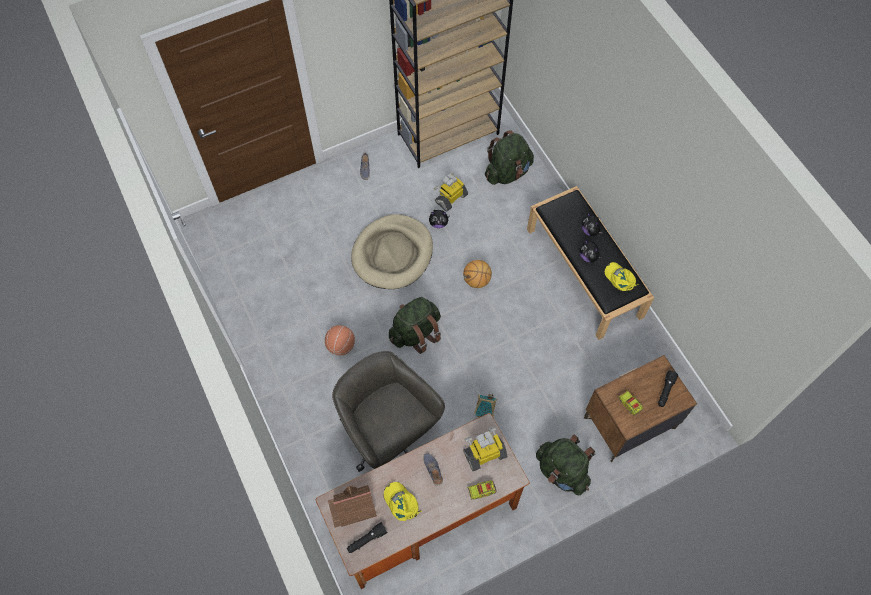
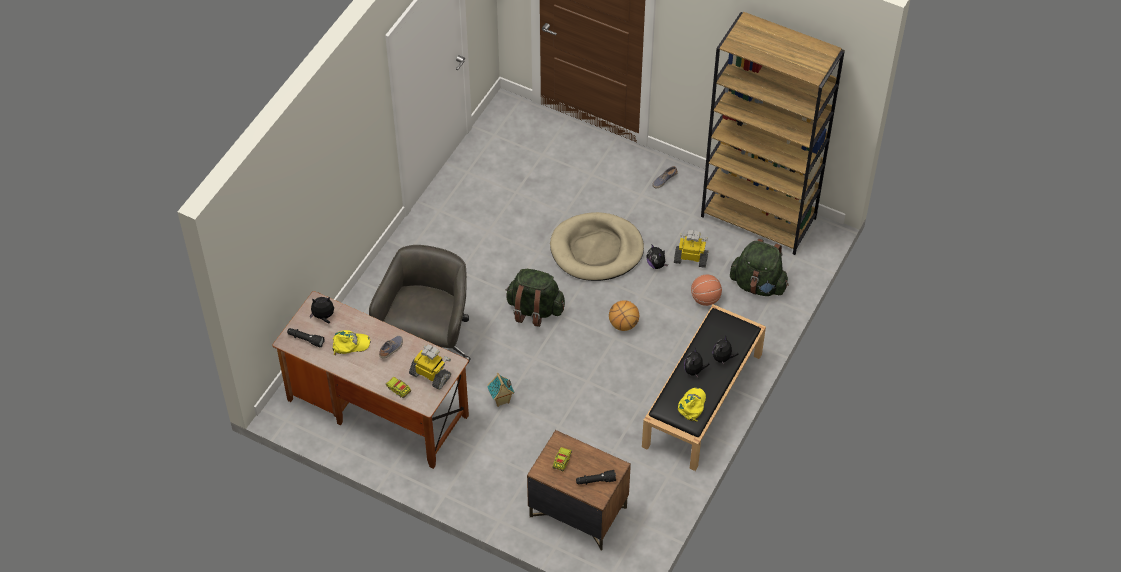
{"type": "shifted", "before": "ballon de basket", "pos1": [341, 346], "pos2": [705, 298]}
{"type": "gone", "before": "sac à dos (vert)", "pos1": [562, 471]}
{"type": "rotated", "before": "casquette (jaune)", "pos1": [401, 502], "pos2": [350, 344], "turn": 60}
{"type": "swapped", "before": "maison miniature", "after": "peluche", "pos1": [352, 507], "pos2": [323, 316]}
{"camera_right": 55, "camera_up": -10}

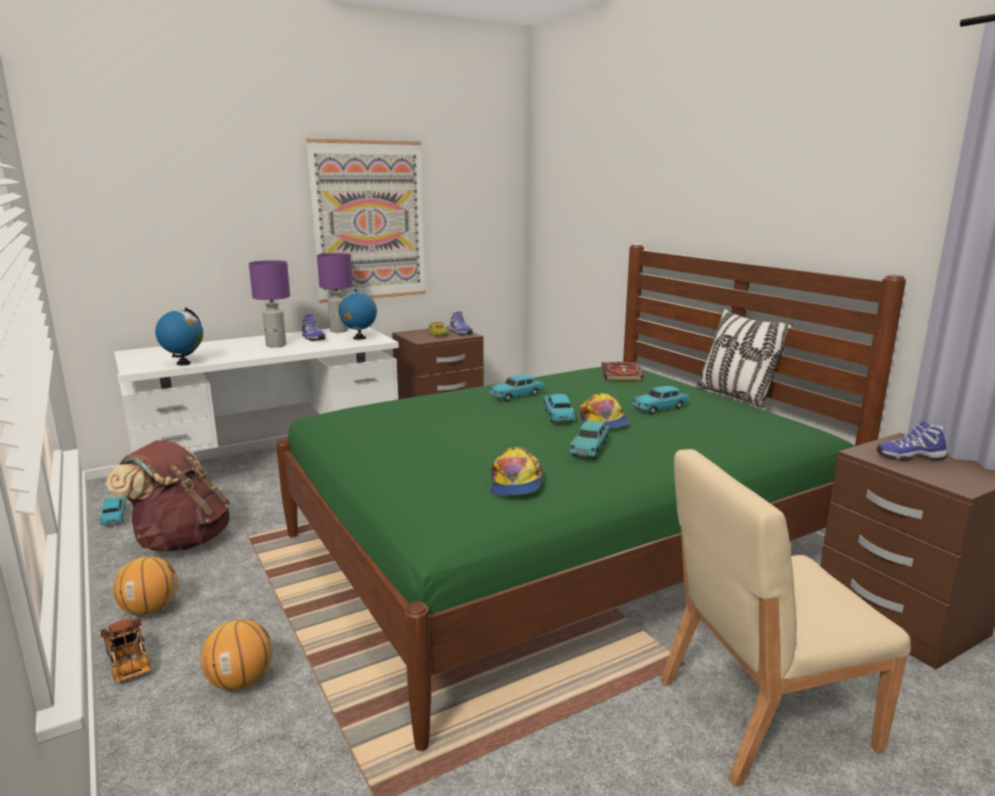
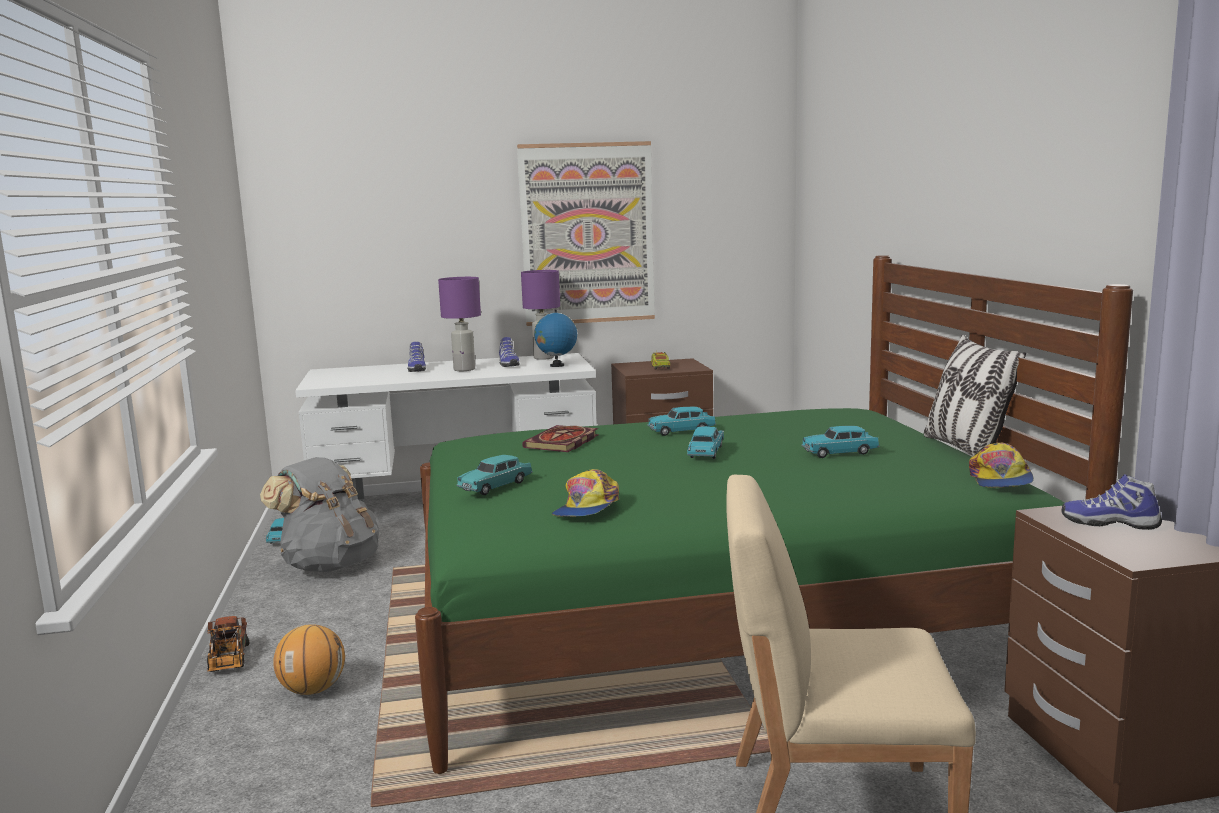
{"type": "gone", "before": "globe", "pos1": [183, 363]}
{"type": "shifted", "before": "chaussure", "pos1": [460, 333], "pos2": [416, 369]}
{"type": "shifted", "before": "livre", "pos1": [622, 374], "pos2": [562, 443]}
{"type": "shifted", "before": "casquette", "pos1": [603, 421], "pos2": [1000, 479]}
{"type": "shifted", "before": "petite voiture (turquoise)", "pos1": [590, 449], "pos2": [495, 486]}
{"type": "repainted", "before": "sac à dos (marron)", "after": "sac à dos (gris)", "pos1": [181, 541], "pos2": [330, 565]}
{"type": "gone", "before": "ballon de basket", "pos1": [150, 610]}
{"camera_right": 20, "camera_up": -5}

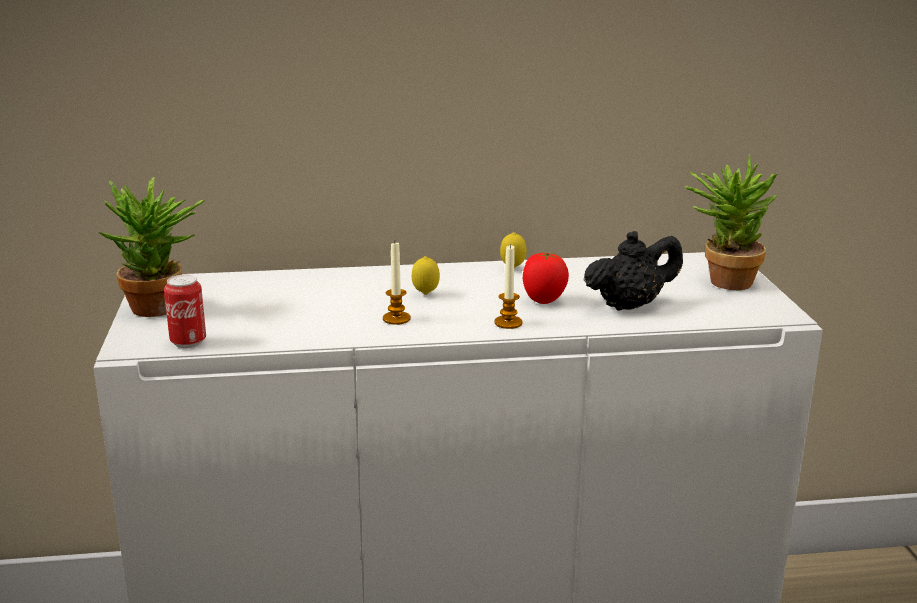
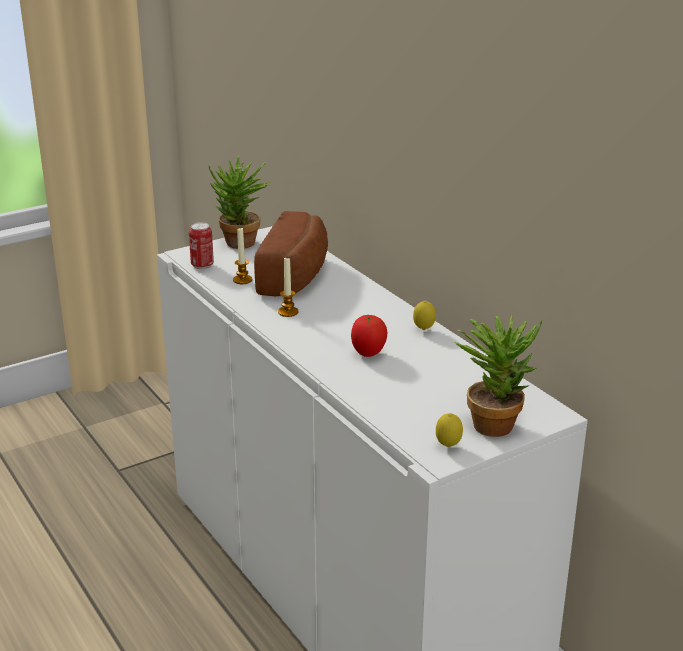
{"type": "gone", "before": "théière (noir)", "pos1": [630, 305]}
{"type": "shifted", "before": "bougie", "pos1": [508, 323], "pos2": [242, 280]}
{"type": "shifted", "before": "citron", "pos1": [425, 294], "pos2": [448, 446]}
{"type": "new", "after": "pain", "pos2": [297, 275]}
{"camera_right": 65, "camera_up": 5}

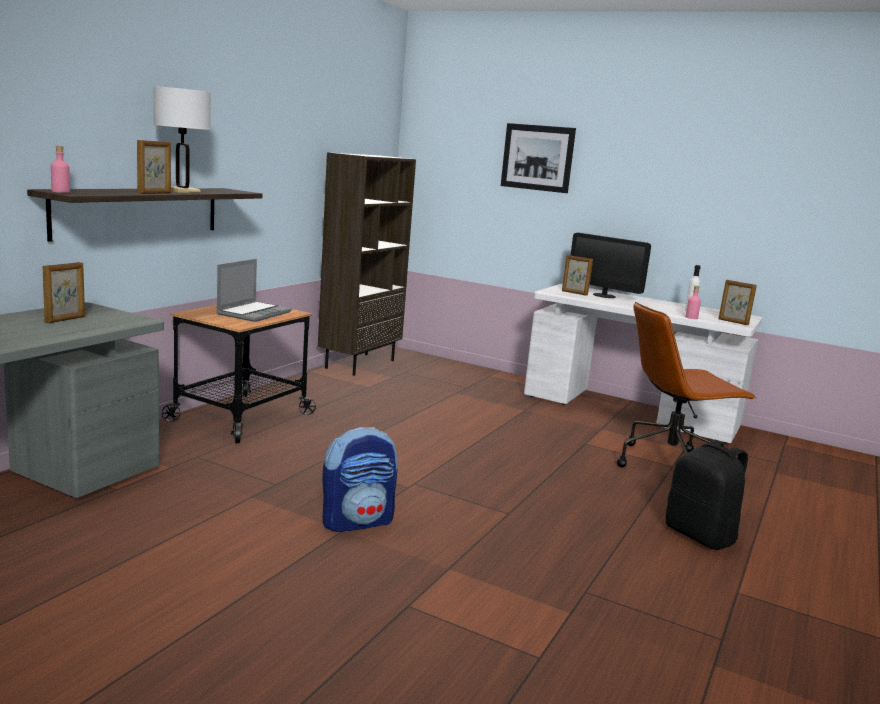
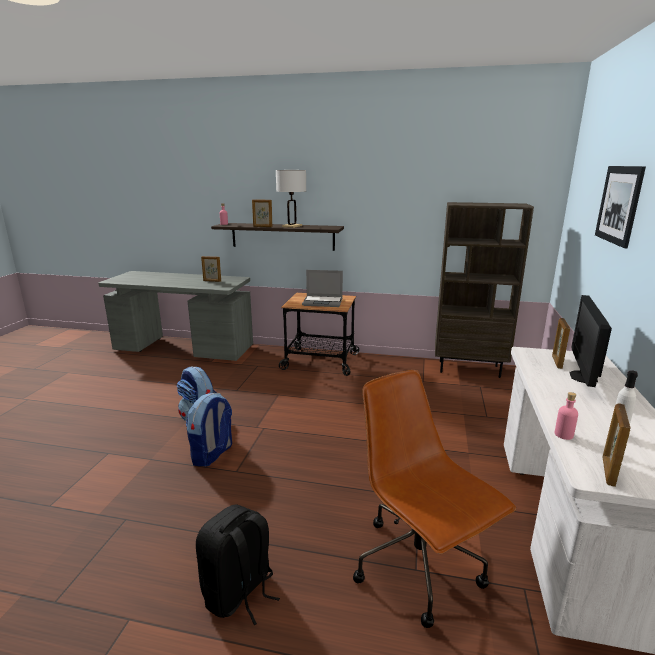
{"type": "new", "after": "sac à dos", "pos2": [212, 454]}
{"camera_right": 75, "camera_up": 5}

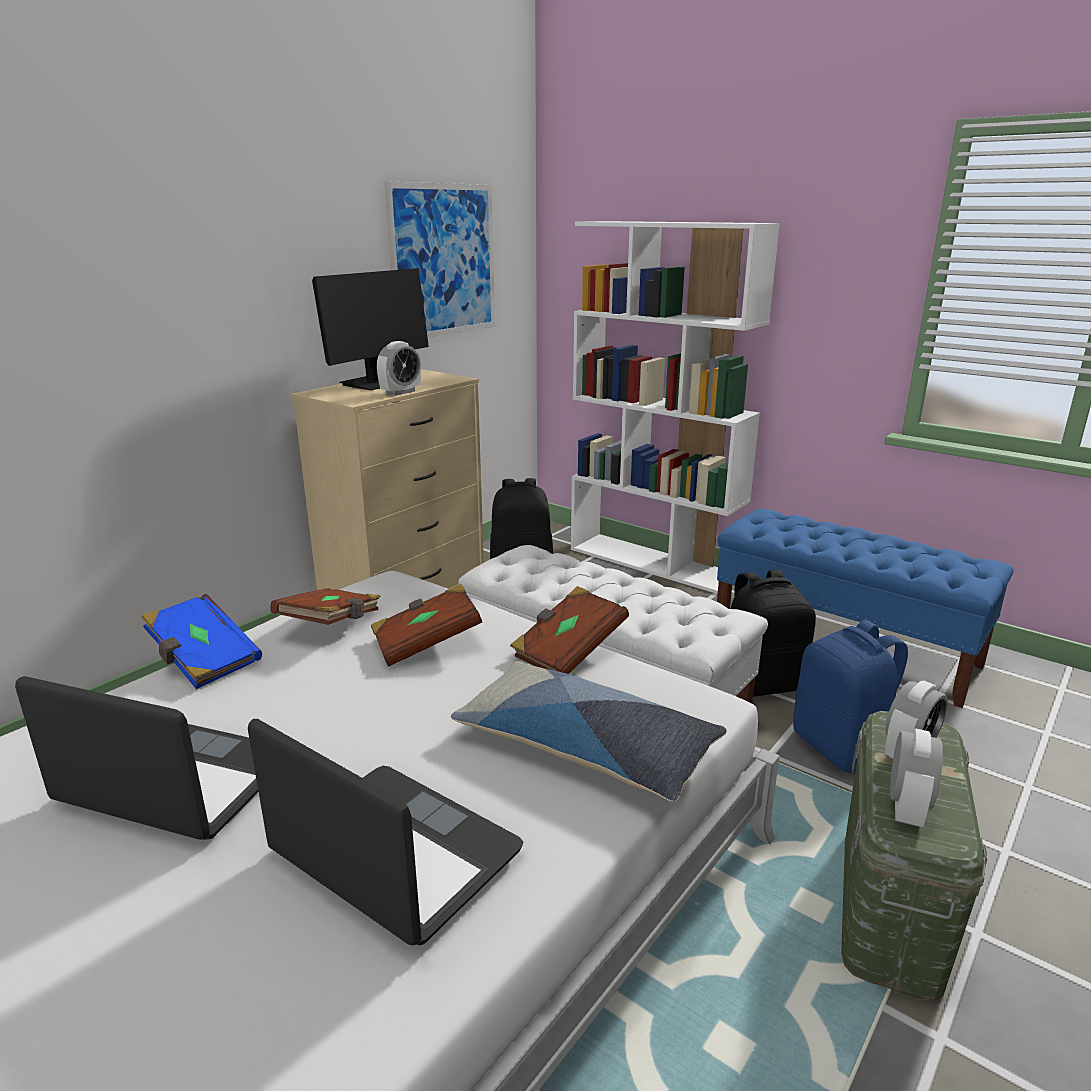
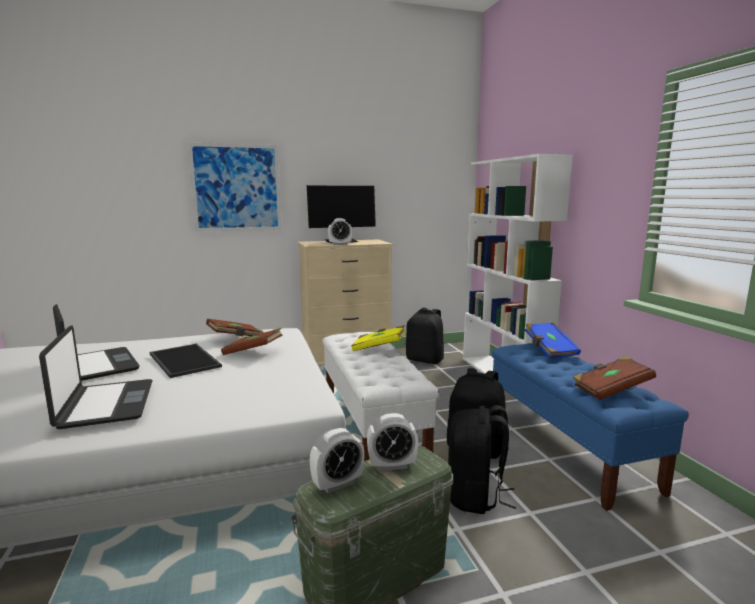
{"type": "shifted", "before": "tableau", "pos1": [444, 261], "pos2": [236, 188]}
{"type": "shifted", "before": "livre (marron)", "pos1": [568, 651], "pos2": [610, 390]}
{"type": "shifted", "before": "livre (bleu)", "pos1": [203, 659], "pos2": [549, 350]}
{"type": "repainted", "before": "sac à dos (bleu)", "after": "sac à dos (noir)", "pos1": [842, 749], "pos2": [475, 496]}
{"type": "gone", "before": "coussin", "pos1": [585, 747]}
{"type": "new", "after": "livre (jaune)", "pos2": [379, 348]}
{"type": "new", "after": "plateau", "pos2": [182, 360]}
{"camera_right": 35, "camera_up": -10}

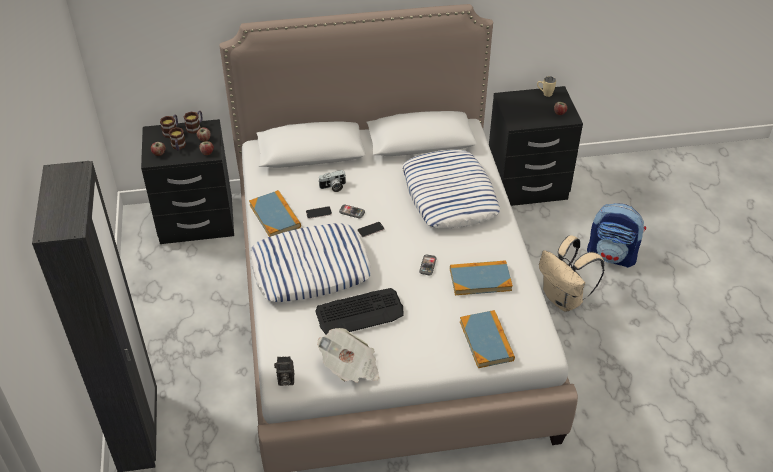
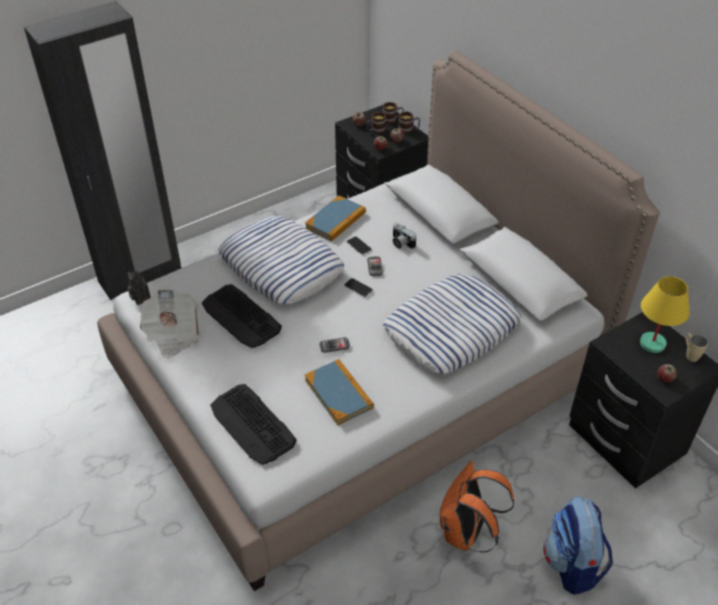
{"type": "repainted", "before": "sac à dos (beige)", "after": "sac à dos (orange)", "pos1": [564, 299], "pos2": [466, 533]}
{"type": "swapped", "before": "livre", "after": "clavier", "pos1": [486, 341], "pos2": [252, 424]}
{"type": "new", "after": "lampe de table (jaune)", "pos2": [652, 344]}
{"camera_right": 65, "camera_up": 0}

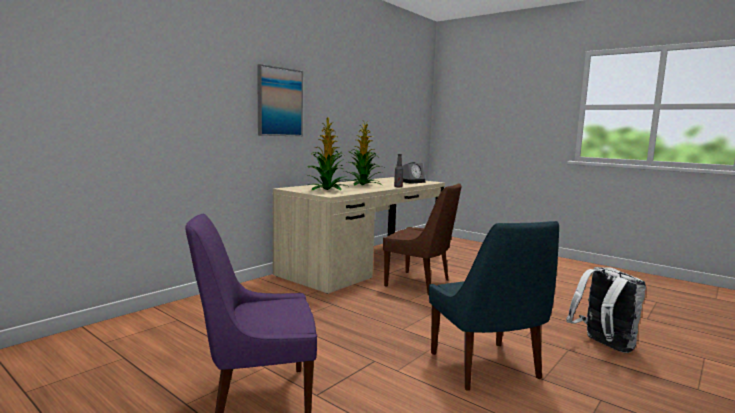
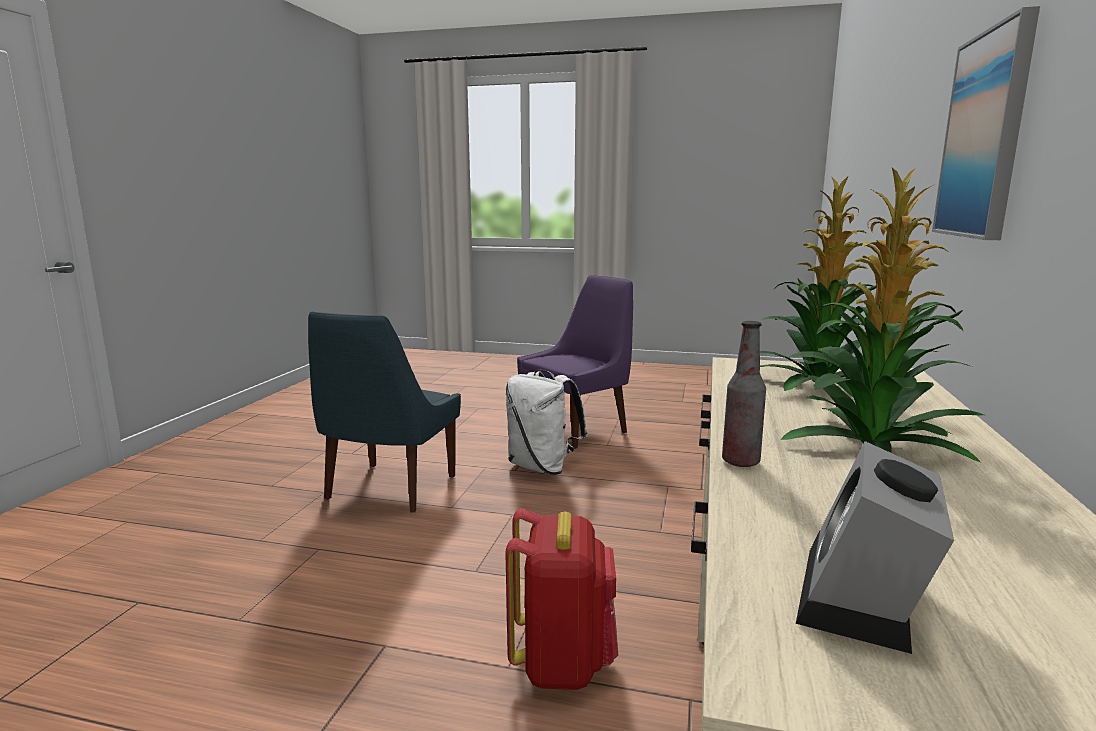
{"type": "swapped", "before": "chaise (marron)", "after": "sac à dos (rouge)", "pos1": [420, 283], "pos2": [562, 663]}
{"type": "rotated", "before": "chaise (bleu)", "pos1": [486, 368], "pos2": [388, 489], "turn": -120}
{"type": "shifted", "before": "sac à dos (blanc)", "pos1": [603, 346], "pos2": [542, 467]}
{"camera_right": 155, "camera_up": 5}

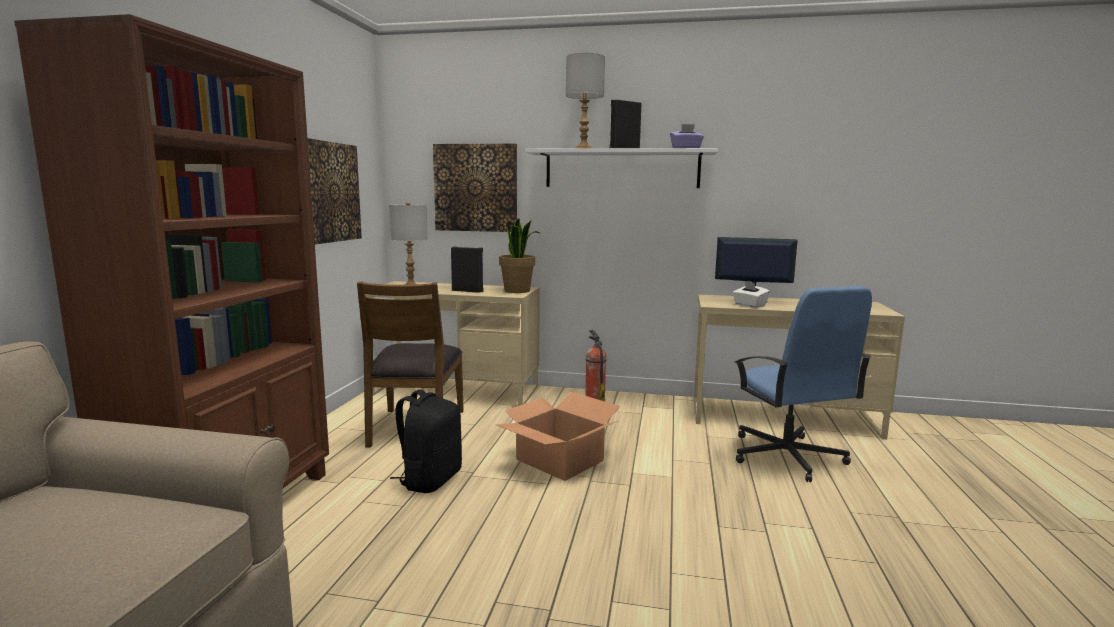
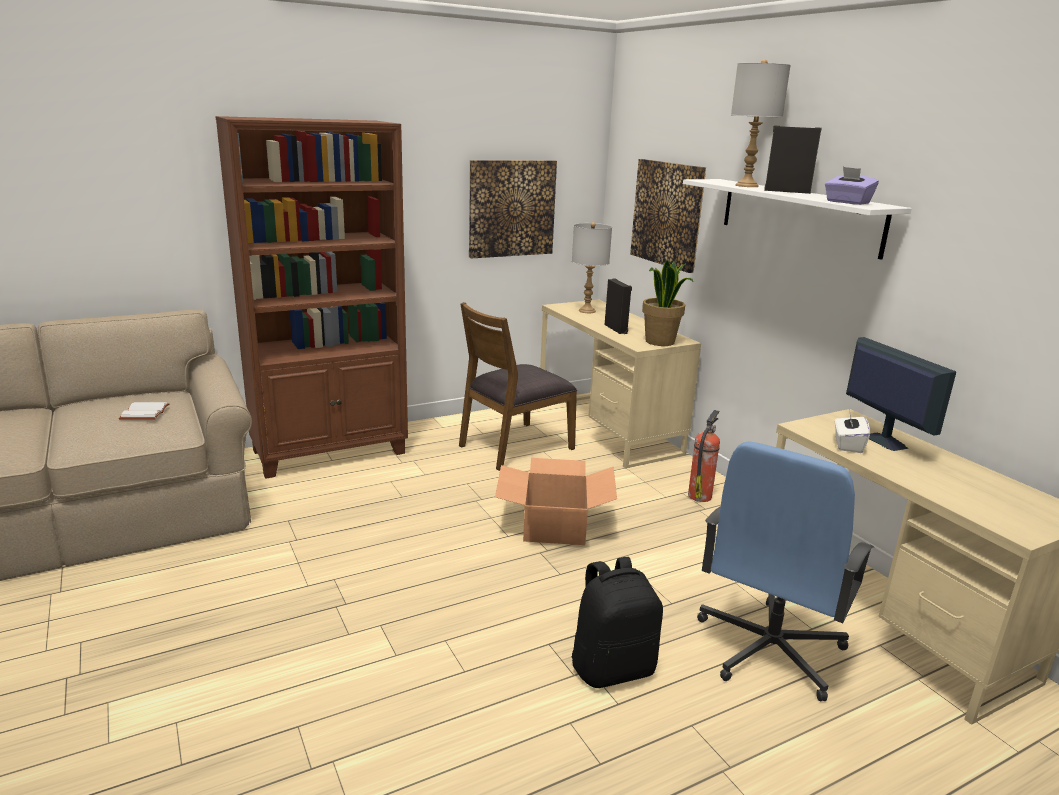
{"type": "shifted", "before": "sac à dos (noir)", "pos1": [430, 480], "pos2": [612, 668]}
{"type": "new", "after": "livre (blanc)", "pos2": [144, 412]}
{"camera_right": 50, "camera_up": 10}

